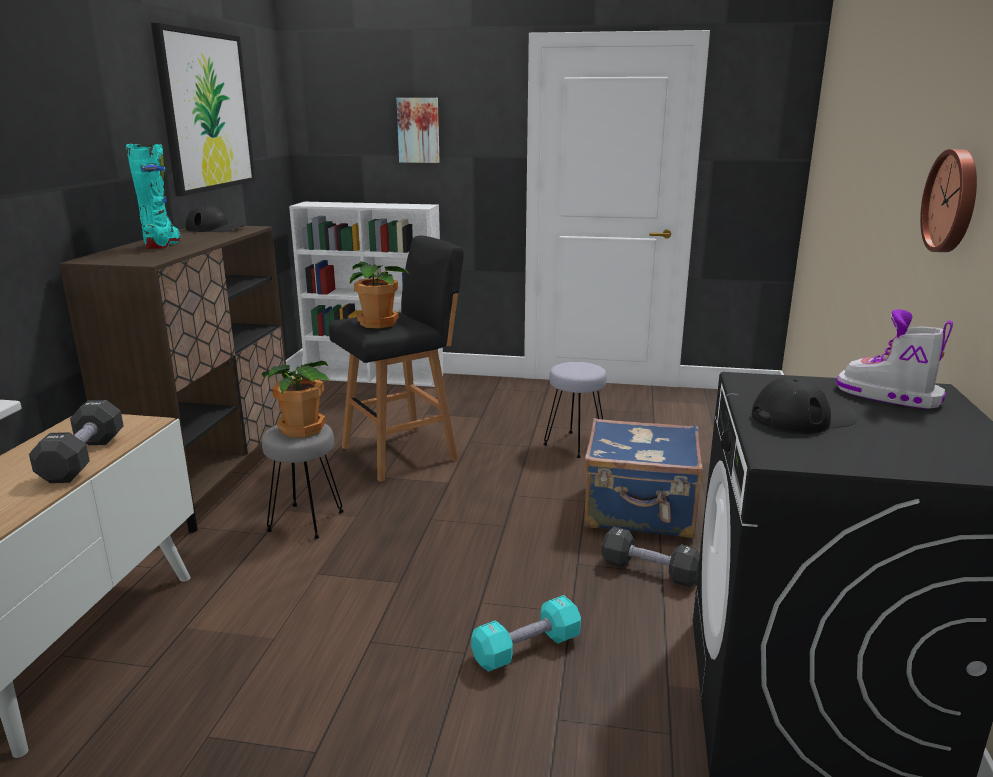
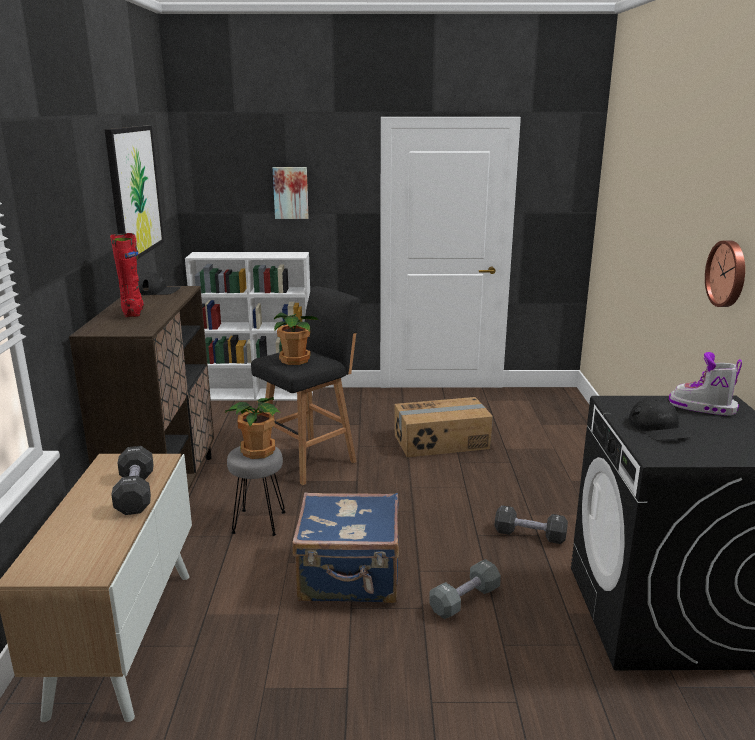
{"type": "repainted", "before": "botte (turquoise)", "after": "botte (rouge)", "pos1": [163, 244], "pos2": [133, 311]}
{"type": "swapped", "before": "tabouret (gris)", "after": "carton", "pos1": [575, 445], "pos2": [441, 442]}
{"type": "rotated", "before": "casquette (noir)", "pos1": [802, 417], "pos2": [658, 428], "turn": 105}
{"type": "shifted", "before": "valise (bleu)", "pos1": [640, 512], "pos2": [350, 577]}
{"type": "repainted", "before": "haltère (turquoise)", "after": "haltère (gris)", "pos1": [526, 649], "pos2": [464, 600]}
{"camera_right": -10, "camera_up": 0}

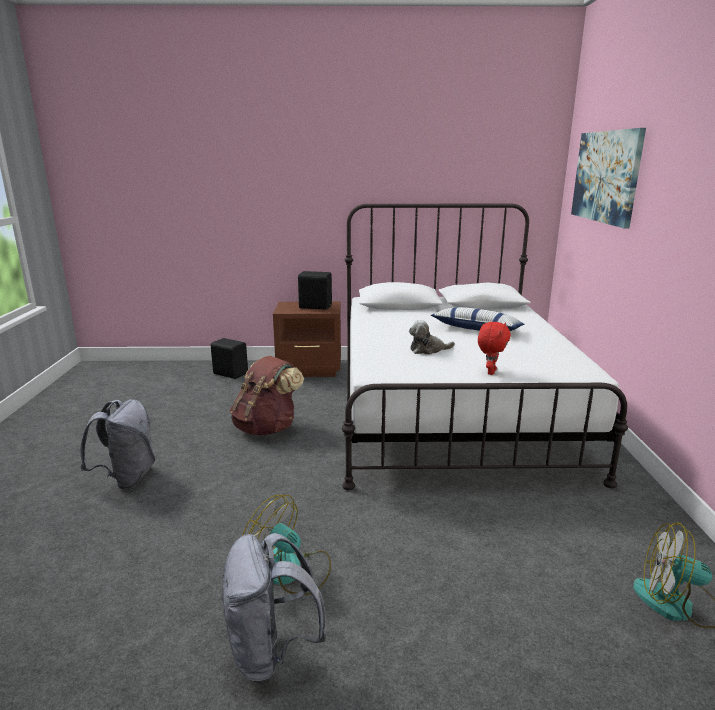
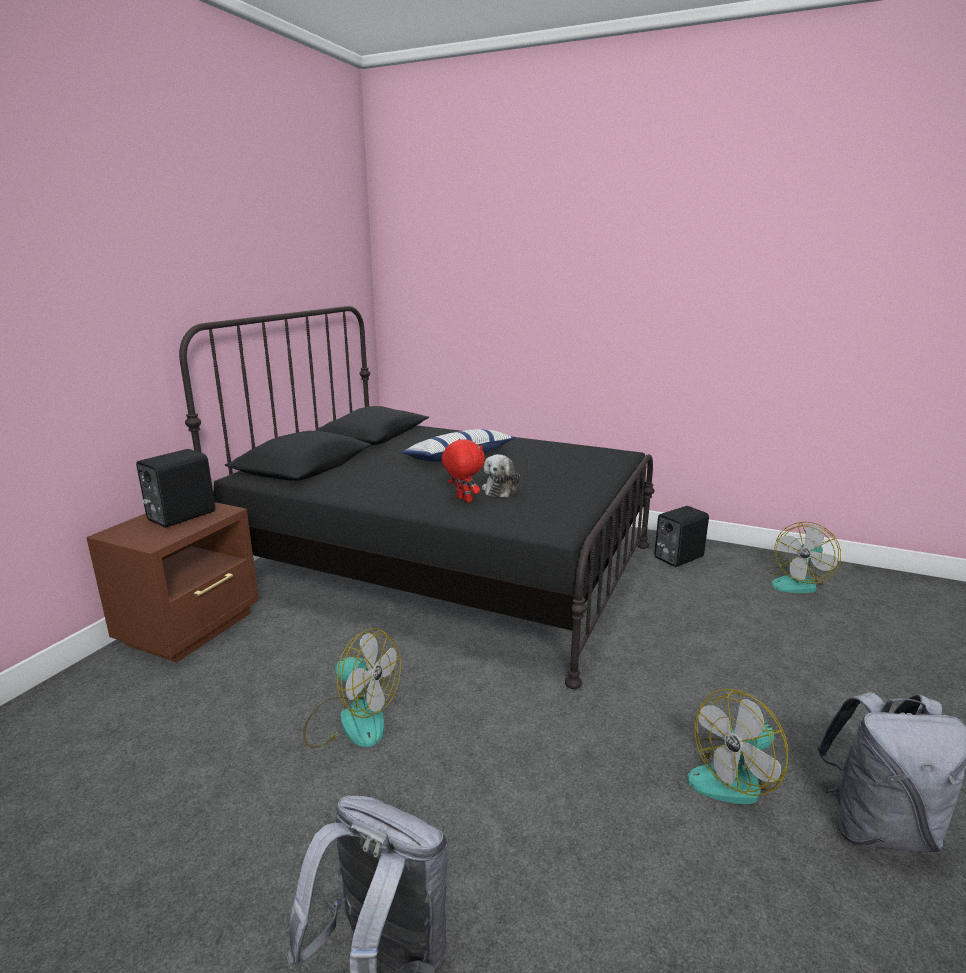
{"type": "gone", "before": "tableau", "pos1": [606, 176]}
{"type": "repainted", "before": "lit (blanc)", "after": "lit (noir)", "pos1": [450, 410], "pos2": [445, 567]}
{"type": "shifted", "before": "peluche (rouge)", "pos1": [490, 372], "pos2": [463, 500]}
{"type": "shifted", "before": "enceinte (noir)", "pos1": [231, 373], "pos2": [677, 557]}
{"type": "swapped", "before": "sac à dos (marron)", "after": "ventilateur", "pos1": [267, 428], "pos2": [351, 720]}
{"camera_right": -65, "camera_up": 0}

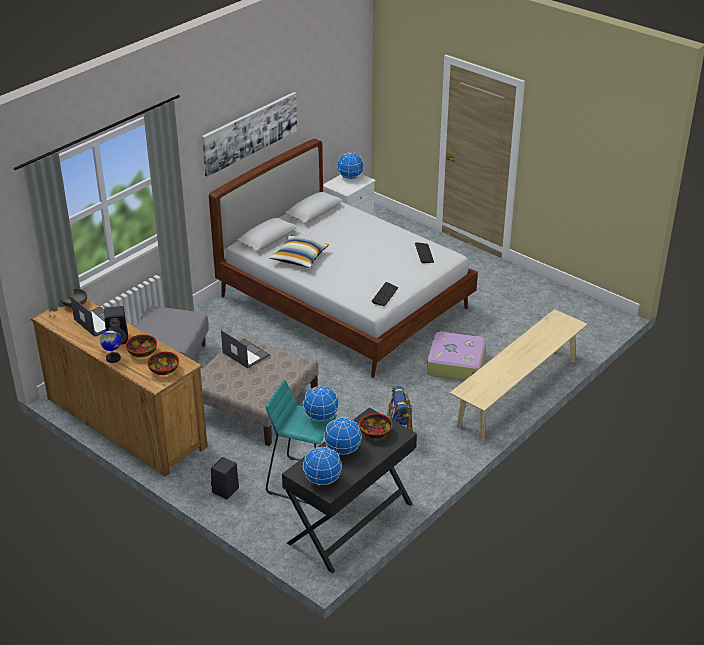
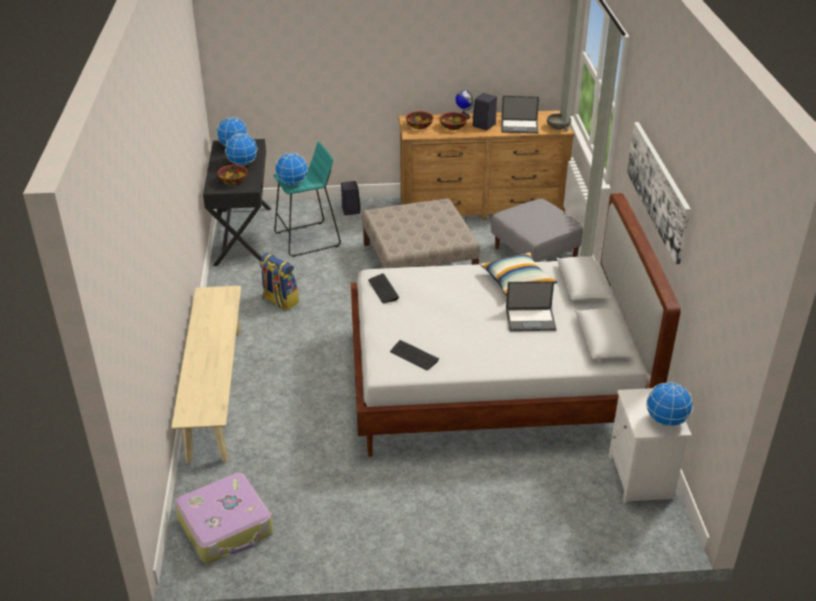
{"type": "shifted", "before": "ordinateur portable", "pos1": [245, 354], "pos2": [531, 319]}
{"type": "shifted", "before": "valise", "pos1": [455, 363], "pos2": [226, 527]}
{"camera_right": 135, "camera_up": 0}

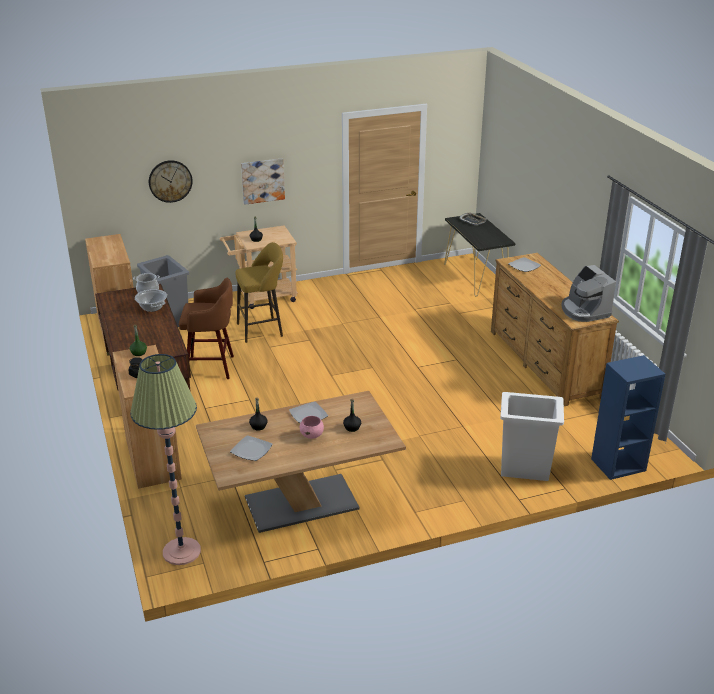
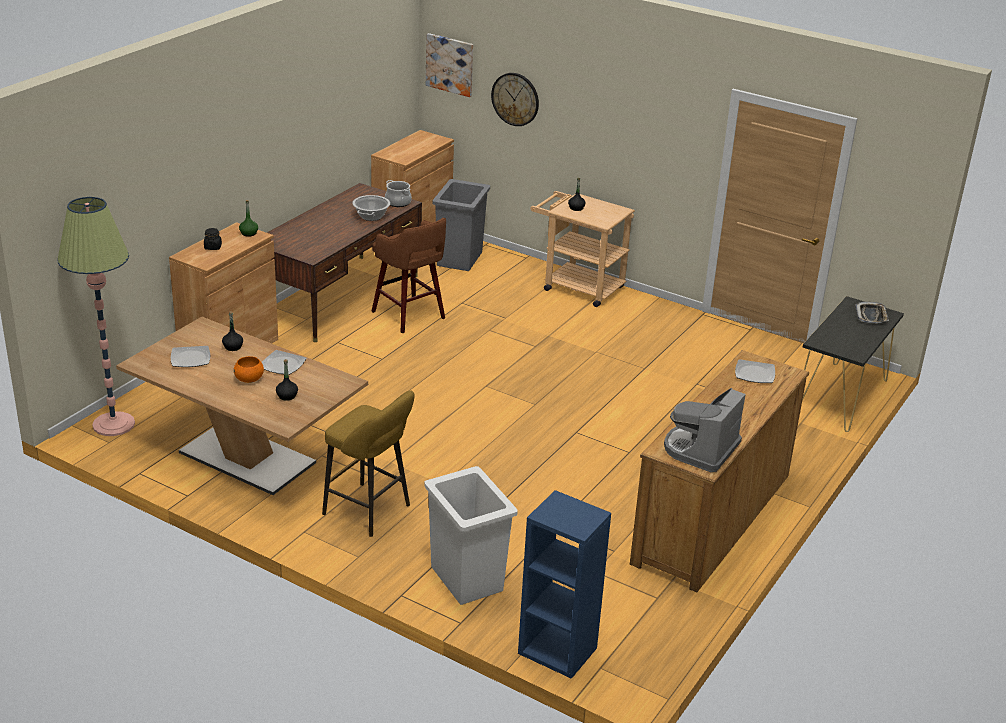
{"type": "shifted", "before": "tableau", "pos1": [262, 180], "pos2": [450, 64]}
{"type": "shifted", "before": "tabouret (jaune)", "pos1": [262, 329], "pos2": [370, 511]}
{"type": "repainted", "before": "bol (rose)", "after": "bol (orange)", "pos1": [312, 435], "pos2": [249, 379]}
{"camera_right": 50, "camera_up": 0}

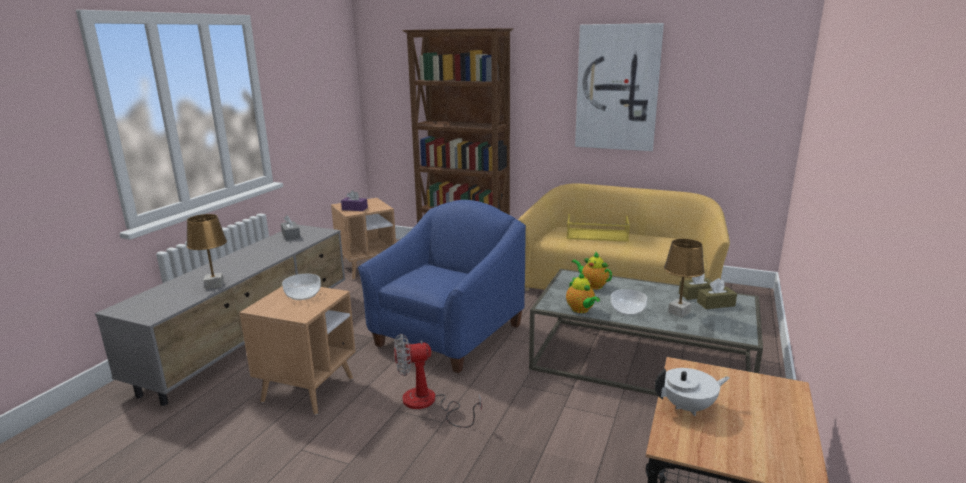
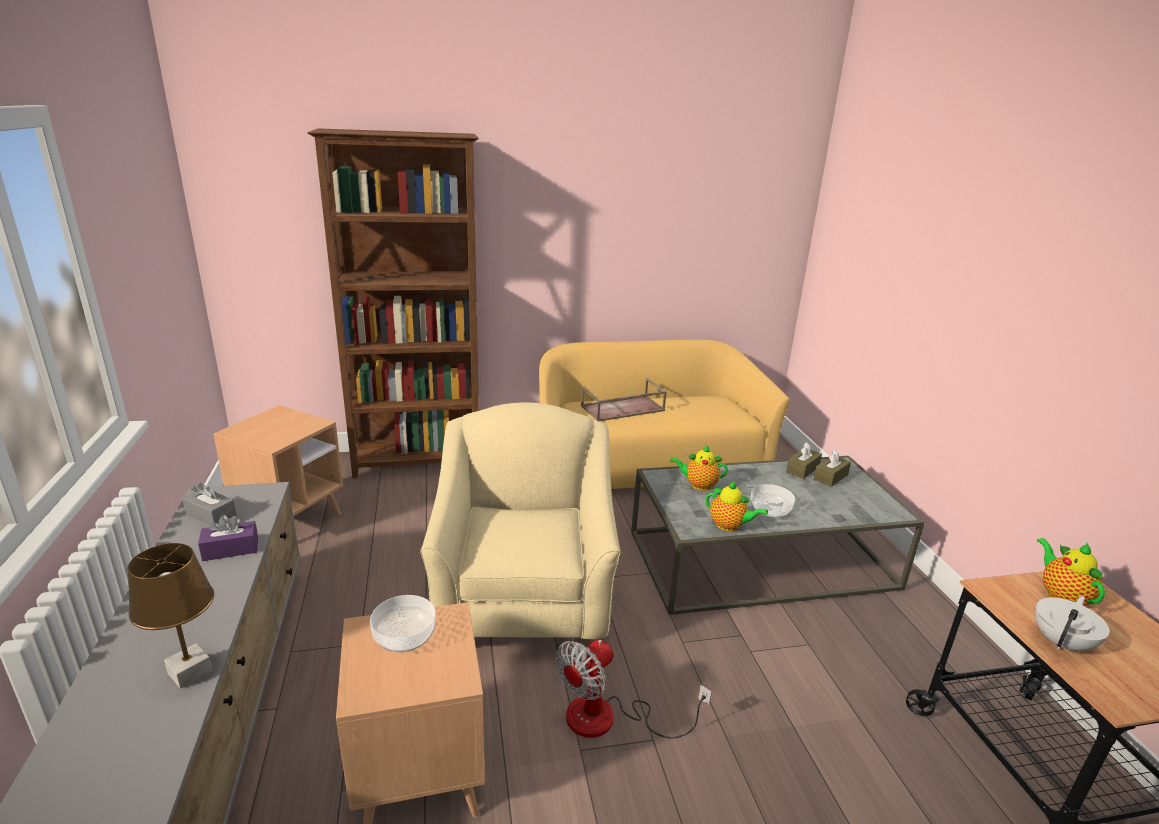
{"type": "gone", "before": "tableau", "pos1": [617, 88]}
{"type": "shifted", "before": "boîte à mouchoirs (violet)", "pos1": [354, 209], "pos2": [230, 549]}
{"type": "repainted", "before": "fauteuil (bleu)", "after": "fauteuil (beige)", "pos1": [448, 335], "pos2": [524, 598]}
{"type": "repainted", "before": "plateau (jaune)", "after": "plateau (marron)", "pos1": [596, 235], "pos2": [622, 409]}
{"type": "gone", "before": "lampe de table (marron)", "pos1": [679, 312]}
{"type": "new", "after": "théière", "pos2": [1061, 596]}
{"camera_right": -35, "camera_up": 5}

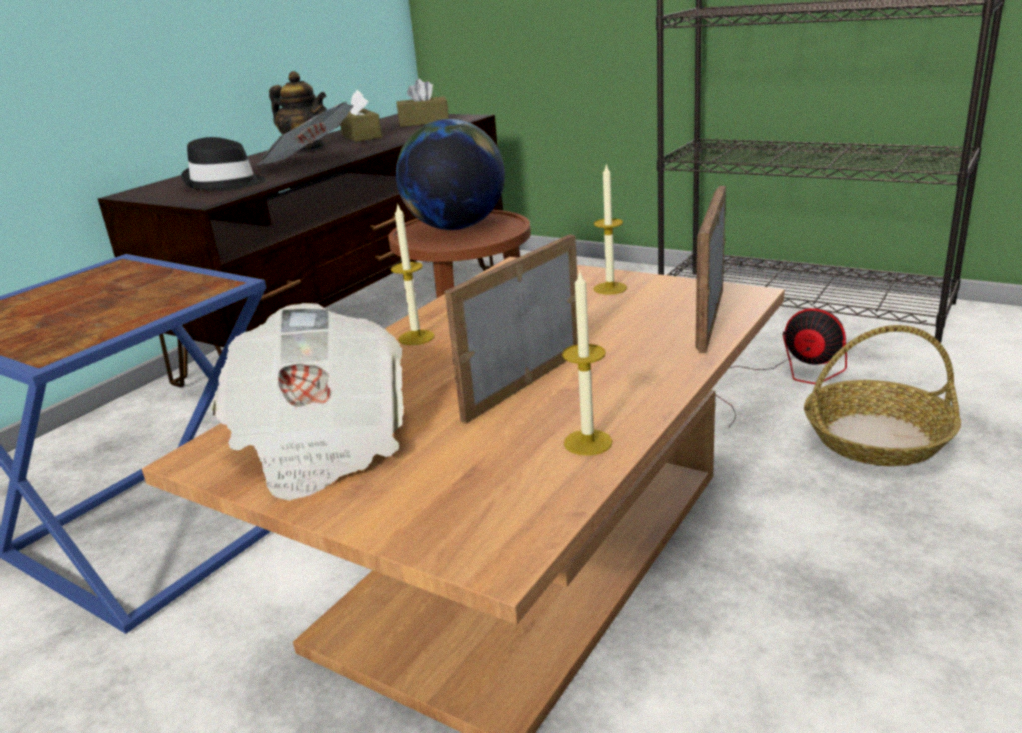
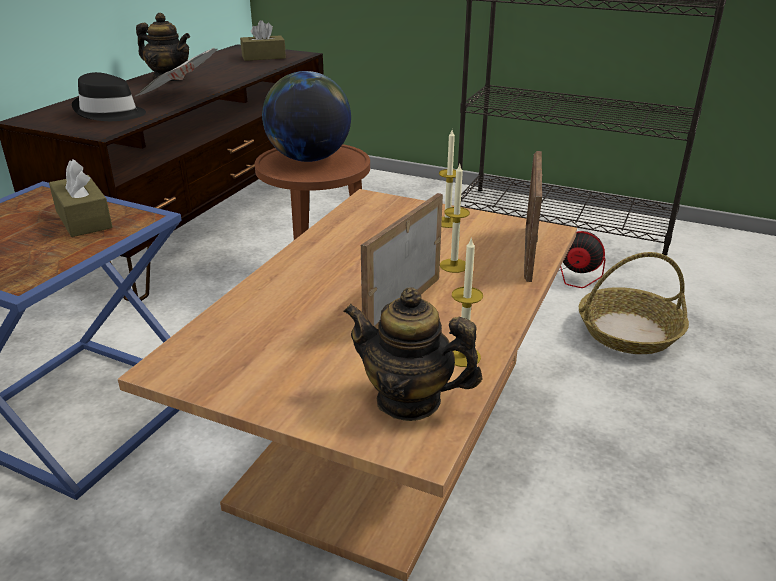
{"type": "shifted", "before": "boîte à mouchoirs (marron)", "pos1": [361, 136], "pos2": [83, 219]}
{"type": "shifted", "before": "bougie", "pos1": [416, 337], "pos2": [454, 265]}
{"type": "gone", "before": "journal", "pos1": [320, 443]}
{"type": "new", "after": "théière", "pos2": [409, 400]}
{"camera_right": -10, "camera_up": 5}

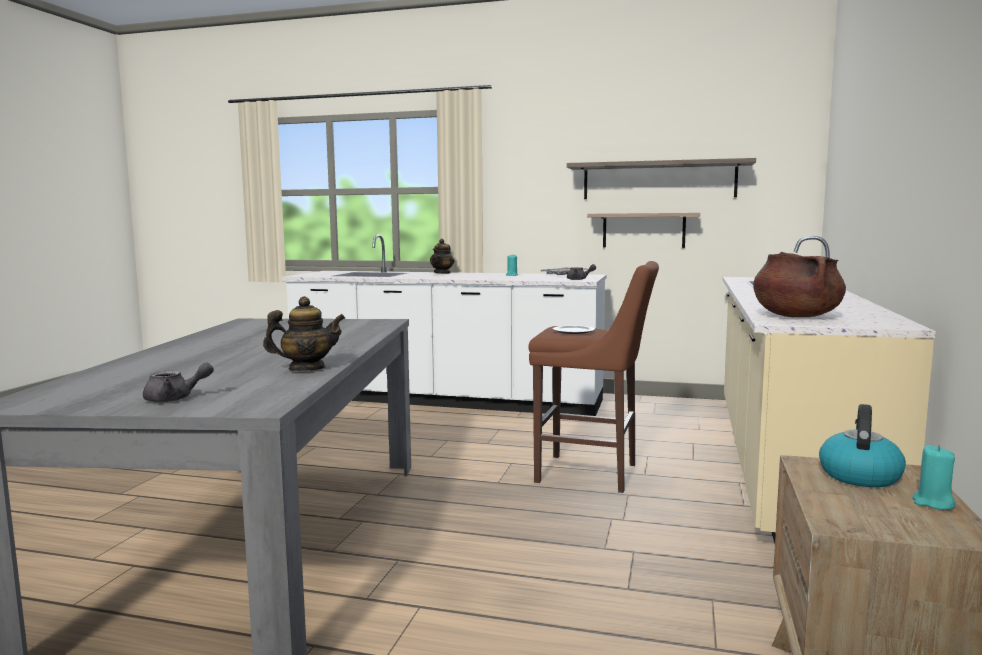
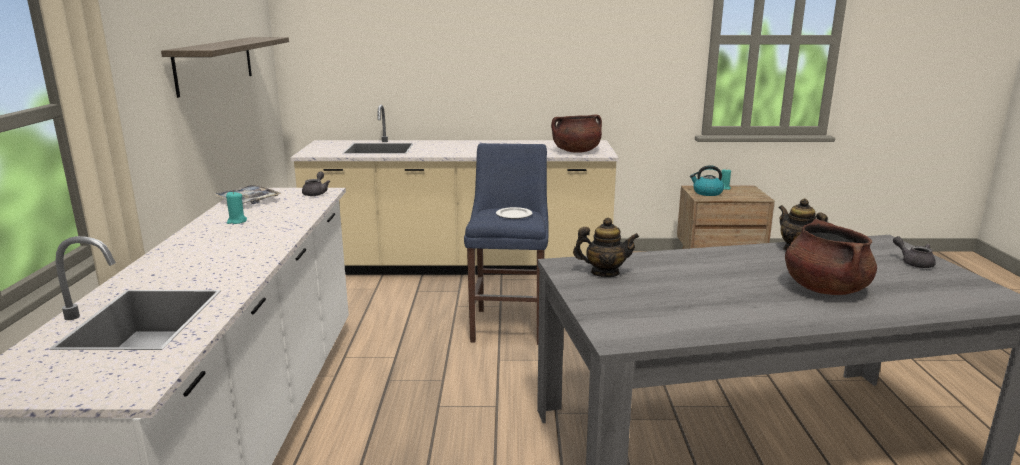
{"type": "gone", "before": "étagère", "pos1": [643, 230]}
{"type": "shifted", "before": "théière", "pos1": [442, 273], "pos2": [604, 273]}
{"type": "repainted", "before": "tabouret (marron)", "after": "tabouret (bleu)", "pos1": [592, 474], "pos2": [509, 324]}
{"type": "new", "after": "marmite (marron)", "pos2": [824, 288]}
{"camera_right": -105, "camera_up": 10}

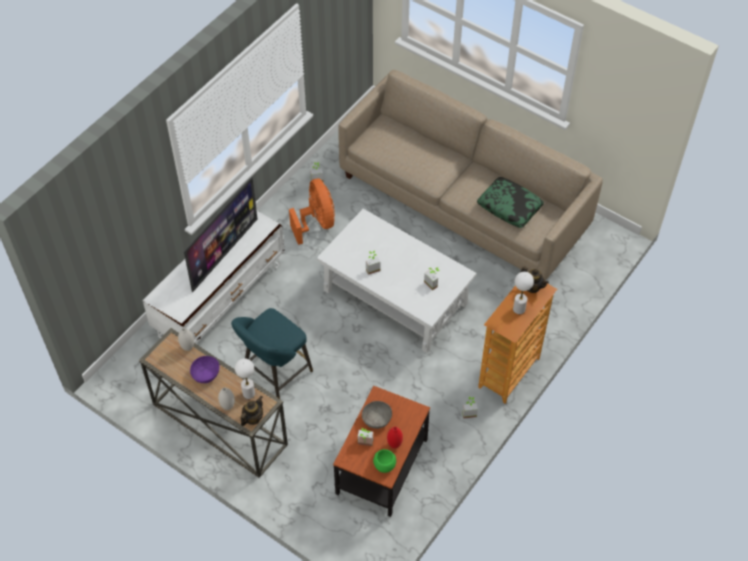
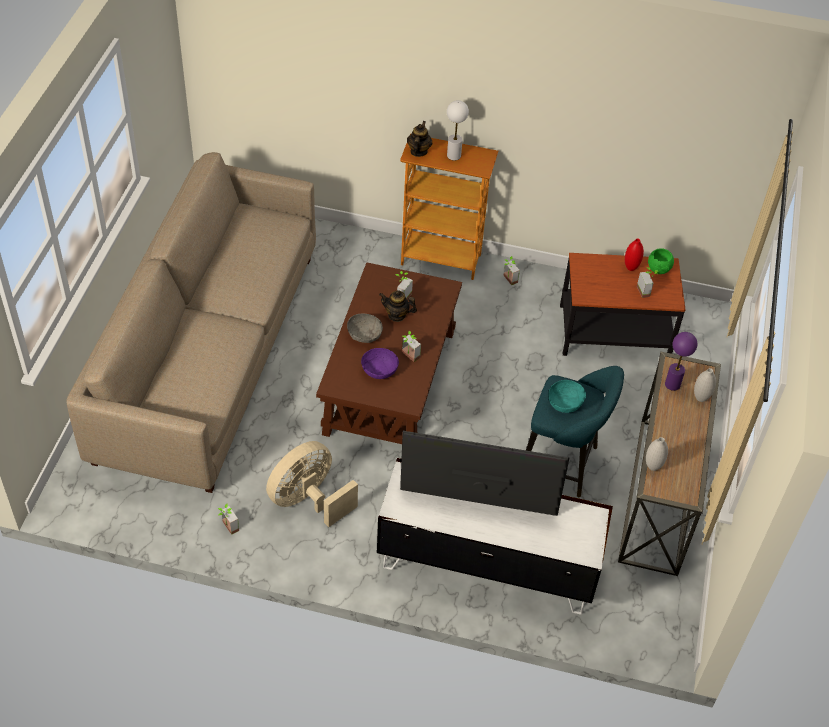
{"type": "gone", "before": "coussin", "pos1": [510, 206]}
{"type": "repainted", "before": "ventilateur (orange)", "after": "ventilateur (beige)", "pos1": [316, 223], "pos2": [309, 500]}
{"type": "repainted", "before": "table basse (blanc)", "after": "table basse (marron)", "pos1": [396, 297], "pos2": [389, 381]}
{"type": "shifted", "before": "bol (violet)", "pos1": [205, 374], "pos2": [379, 370]}
{"type": "repainted", "before": "lampe de table (blanc)", "after": "lampe de table (violet)", "pos1": [249, 393], "pos2": [672, 384]}
{"type": "shifted", "before": "théière", "pos1": [253, 418], "pos2": [397, 315]}
{"type": "shifted", "before": "bol (gris)", "pos1": [376, 419], "pos2": [364, 335]}
{"type": "new", "after": "bol (turquoise)", "pos2": [565, 403]}
{"camera_right": -115, "camera_up": -5}

